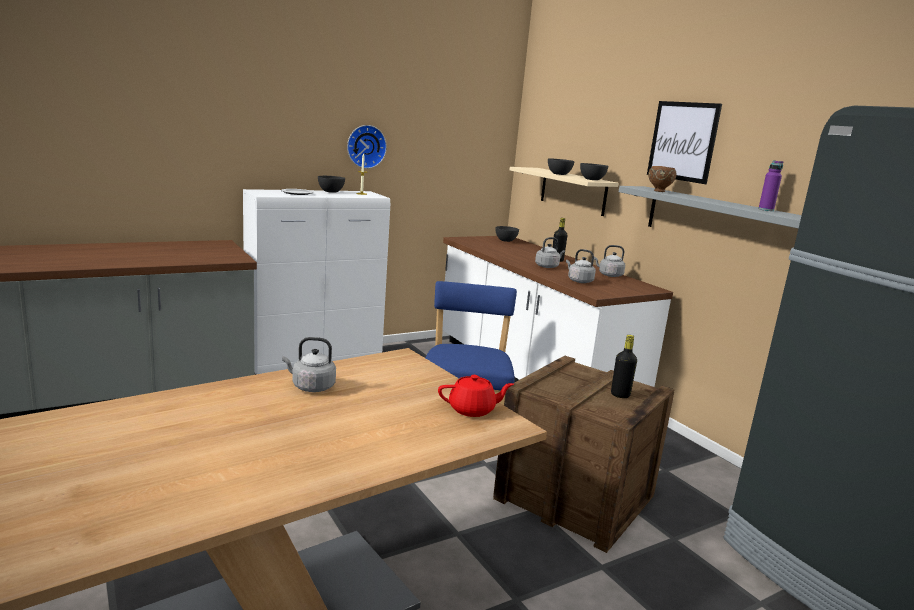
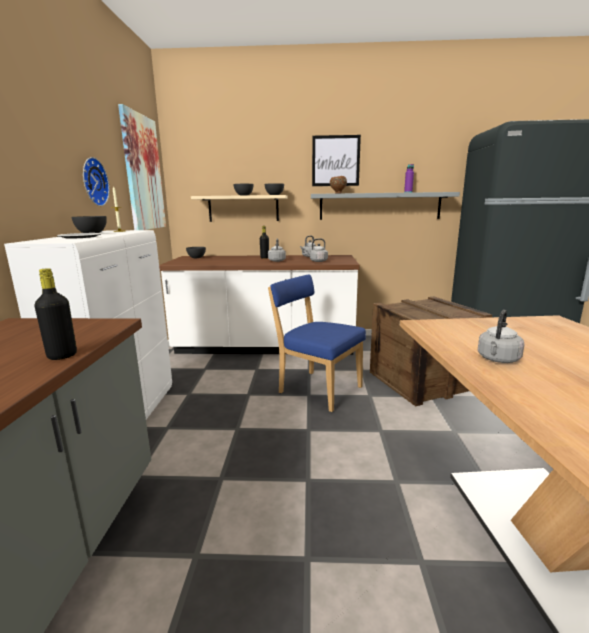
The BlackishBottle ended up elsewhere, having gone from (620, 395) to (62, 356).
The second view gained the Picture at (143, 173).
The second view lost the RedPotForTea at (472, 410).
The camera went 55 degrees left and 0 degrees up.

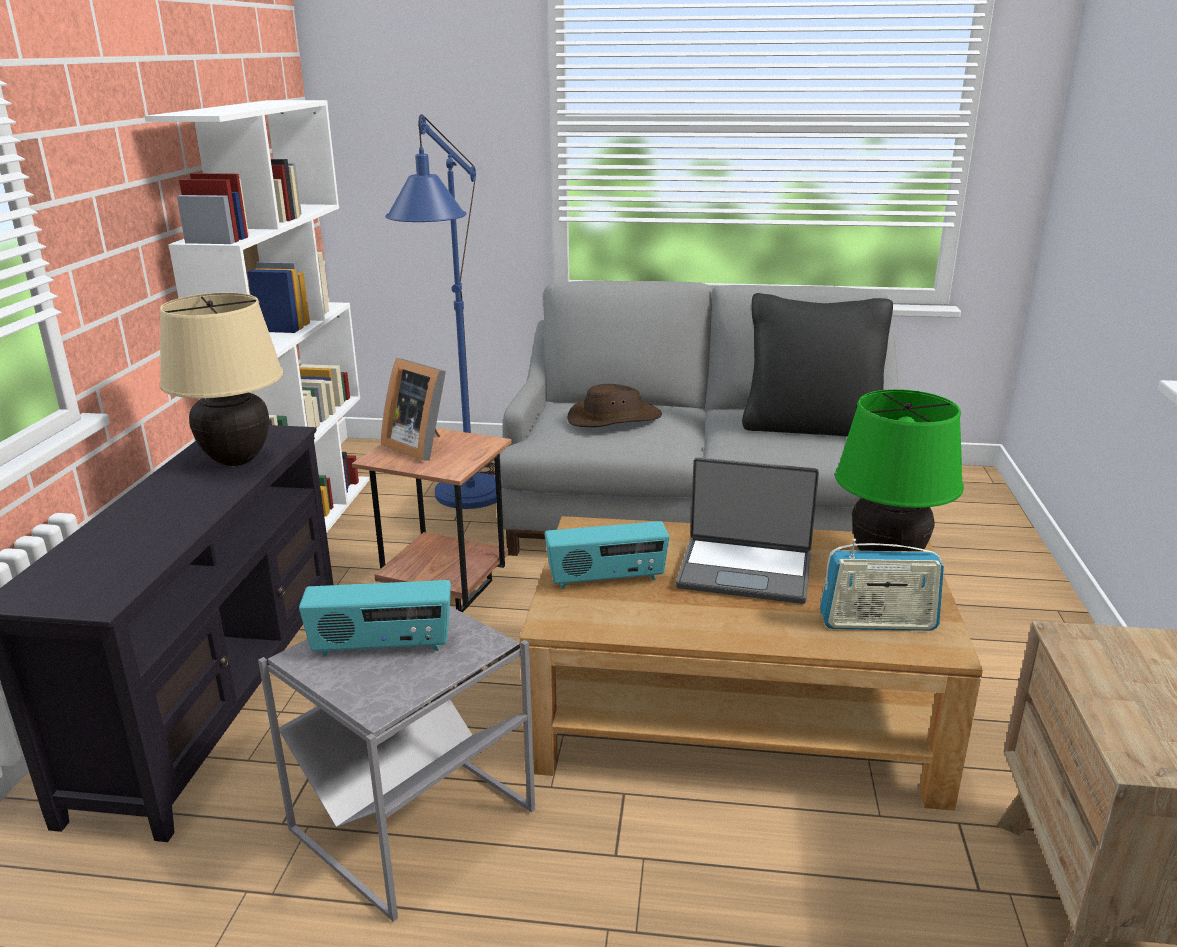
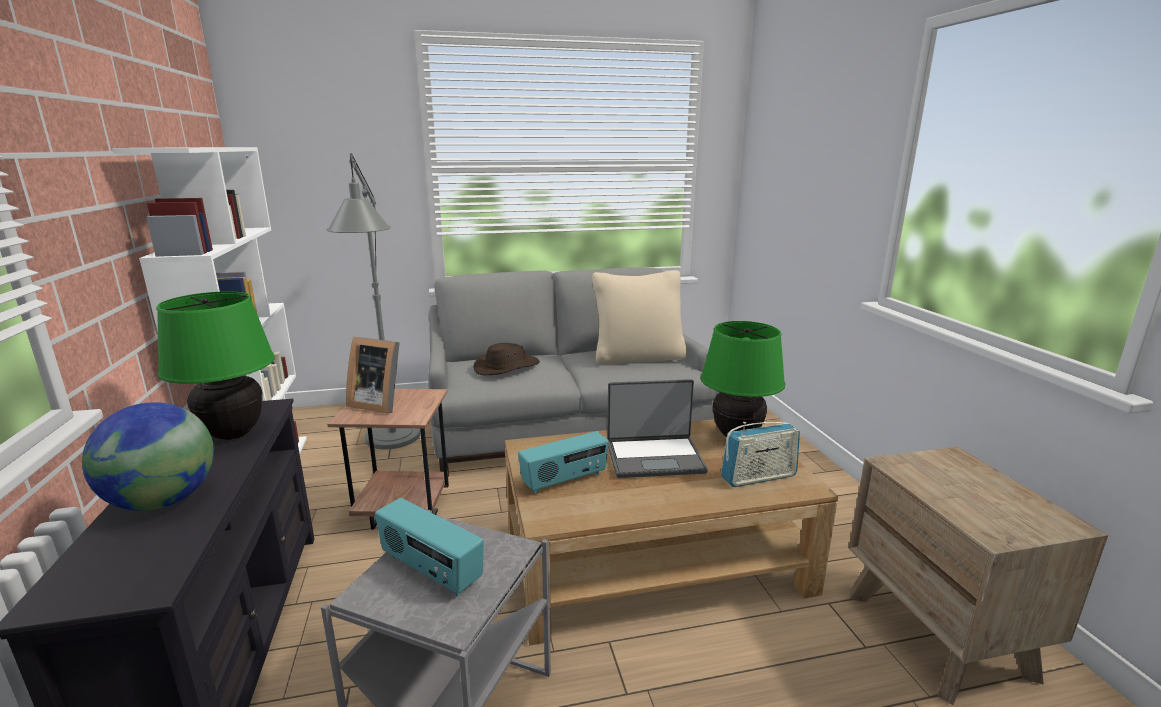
The second view gained the Globe at (163, 501).
What was the BeigeTableLamp at (236, 460) turned into the GreenColouredTableLamp at (233, 434).
What was the BluishStandardLamp at (465, 502) turned into the GrayStandardLamp at (391, 444).
The RadioReceiver at (382, 647) ended up facing another way, 60 degrees clockwise from before.
What was the BlackishThrowPillow at (811, 426) turned into the BeigeThrowPillow at (638, 357).
The camera went 20 degrees left and 5 degrees down.

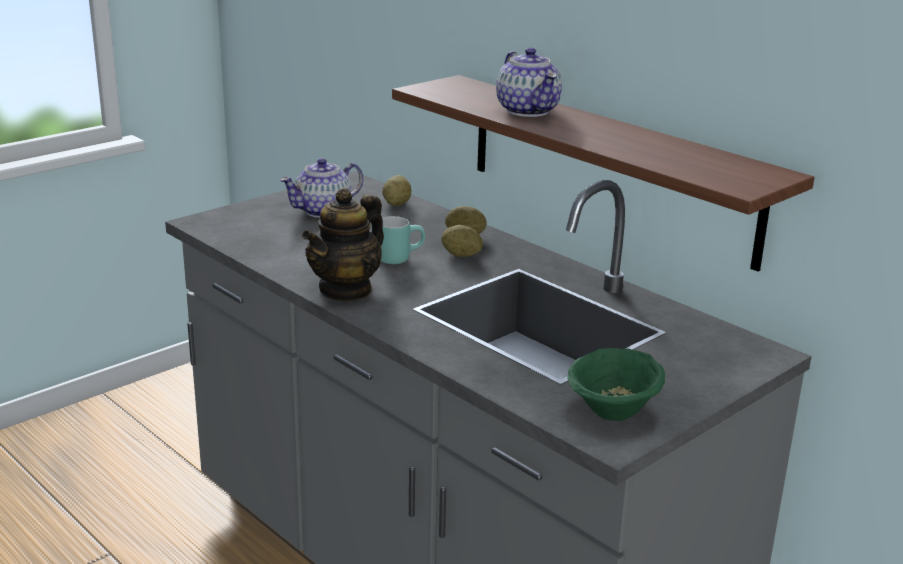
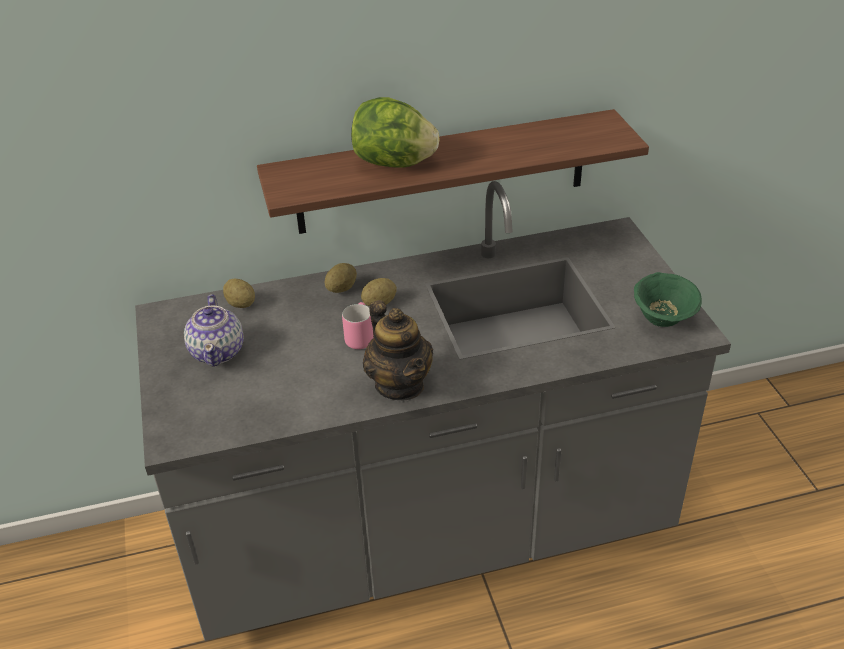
What was the TurquoiseColouredMug at (399, 257) turned into the PinkColouredMug at (358, 337).
Where the PotForTea stood at (528, 110), the HeadOfLettuce came to stand at (394, 163).
The camera went 60 degrees left and 15 degrees up.

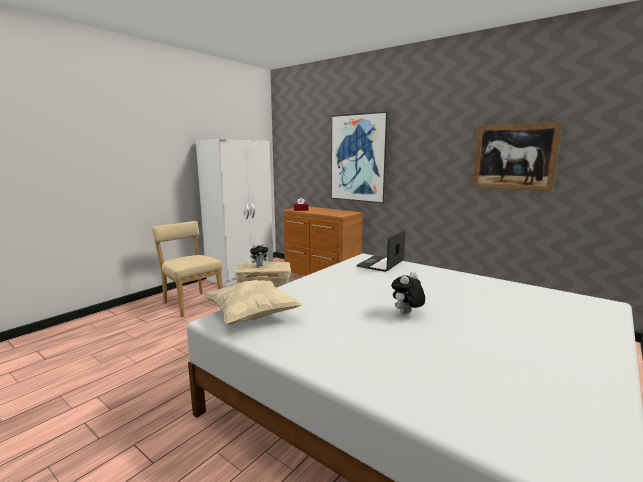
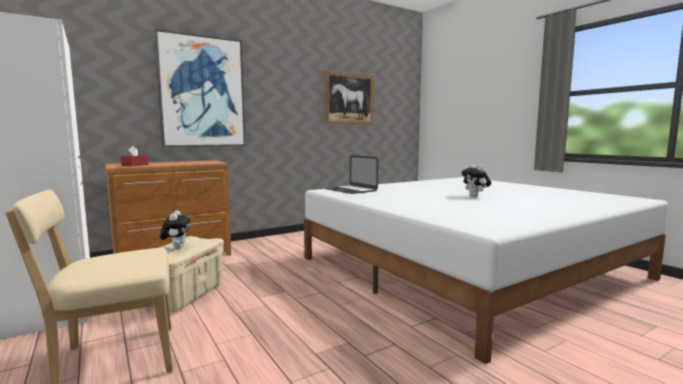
The second view lost the BeigeThrowPillow at (252, 316).
The camera went 70 degrees left and 5 degrees down.

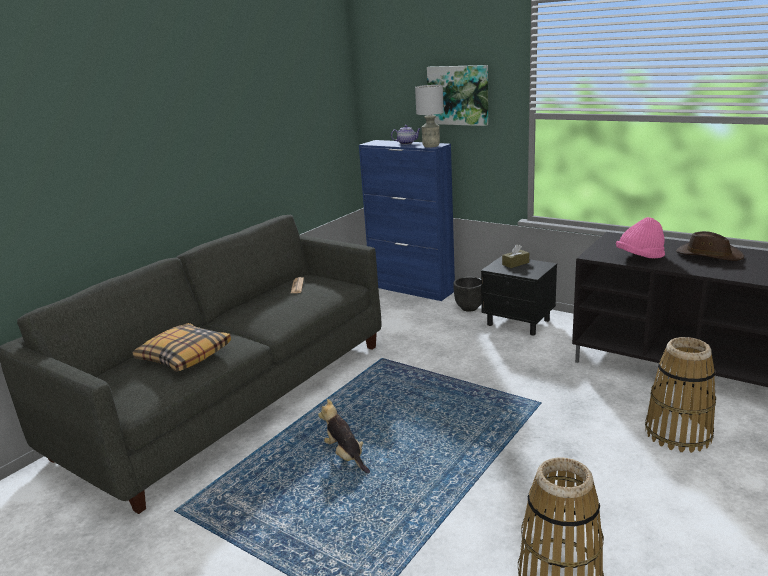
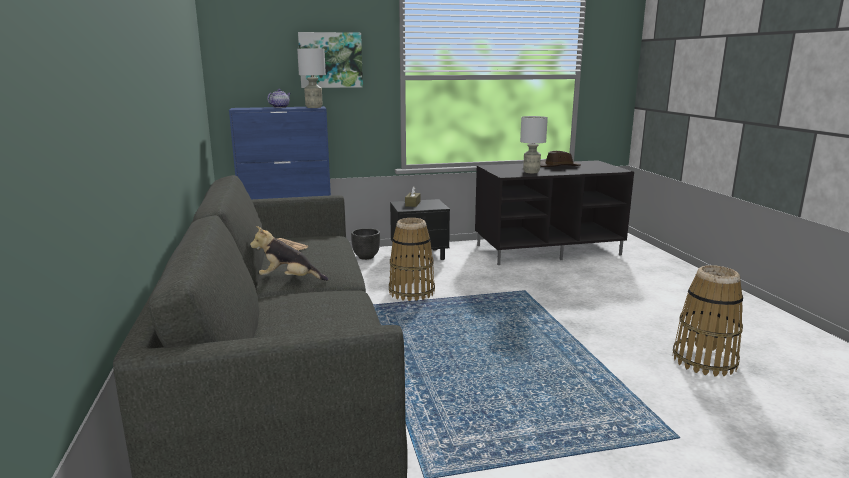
The SoftToy ended up elsewhere, having gone from (346, 456) to (289, 280).
The Basket ended up elsewhere, having gone from (678, 433) to (412, 292).
Where the PinkColouredWearableHat stood at (639, 257), the GrayTableLamp came to stand at (531, 172).
The second view lost the ThrowPillow at (184, 356).
The camera went 50 degrees left and 5 degrees down.

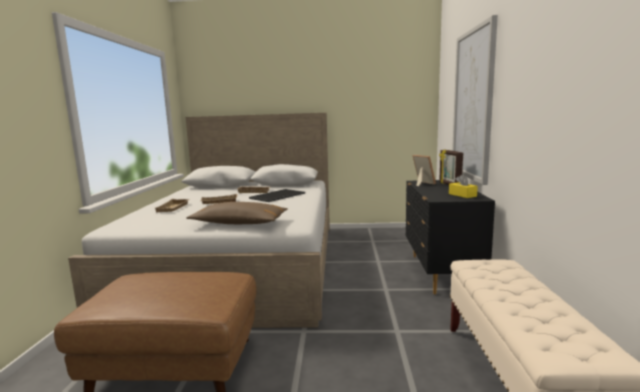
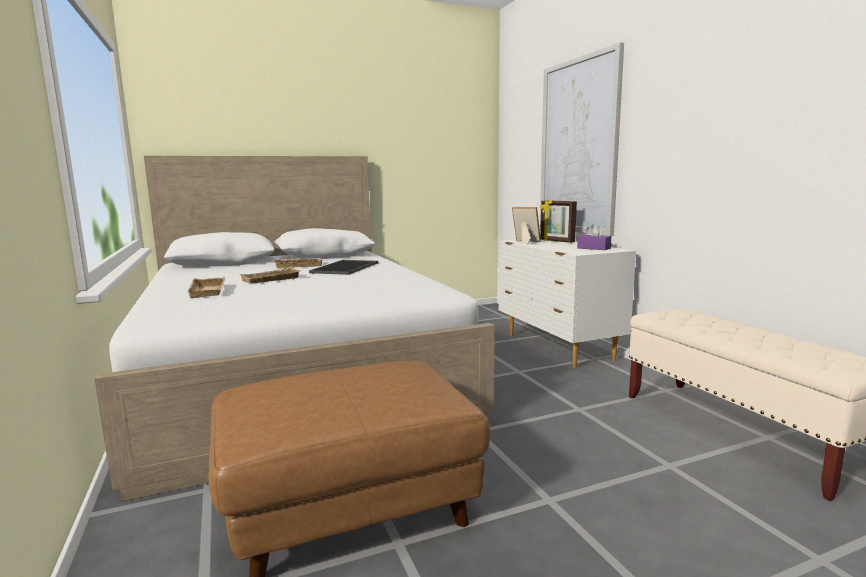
What was the BlackishDrawerChest at (441, 273) turned into the WhiteColouredDrawerChest at (558, 347).
What was the YellowColouredTissueHolder at (462, 195) turned into the PurplishTissueHolder at (593, 248).
The second view lost the BrownThrowPillow at (239, 223).
The camera went 25 degrees left and 0 degrees up.

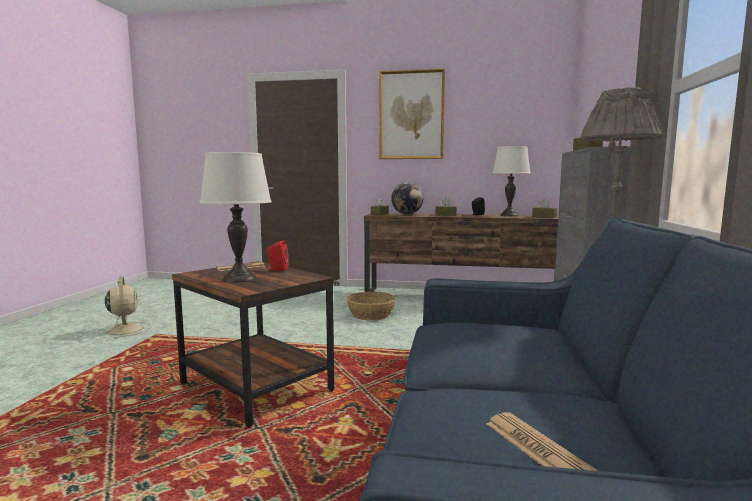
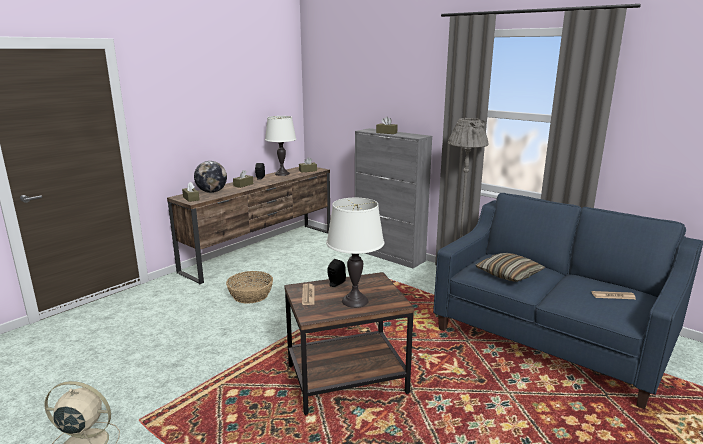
What was the RedLoudspeaker at (277, 270) turned into the BlackishLoudspeaker at (335, 284).
The second view gained the ThrowPillow at (508, 274).
The second view lost the Picture at (411, 115).
The camera went 60 degrees left and 10 degrees up.

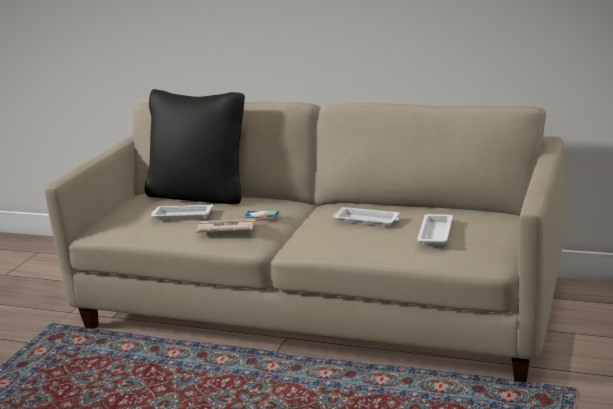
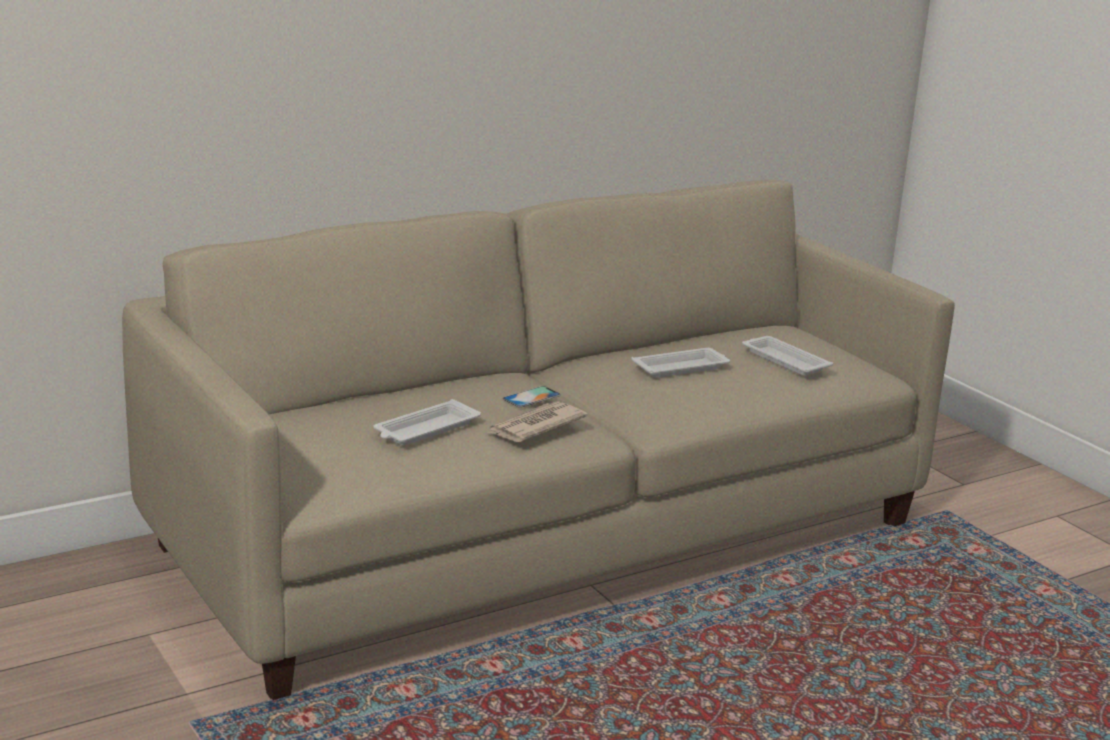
The second view lost the BlackishThrowPillow at (200, 194).
The camera went 55 degrees left and 0 degrees up.

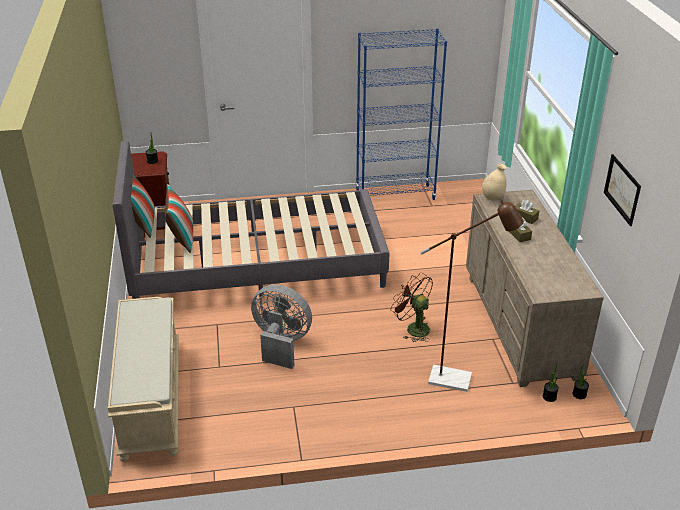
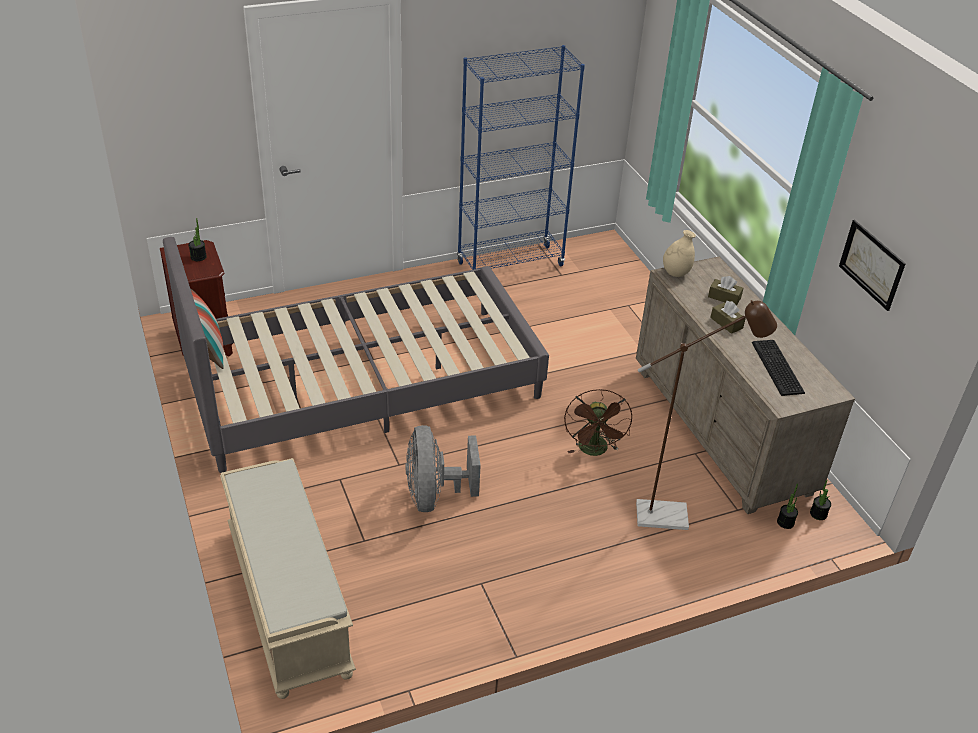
The GrayFan at (281, 343) ended up facing another way, 105 degrees counterclockwise from before.
The BrownFan at (413, 328) ended up facing another way, 120 degrees counterclockwise from before.
The second view gained the ComputerKeyboard at (776, 368).
The second view lost the ThrowPillow at (181, 239).
The camera went 15 degrees left and 5 degrees up.

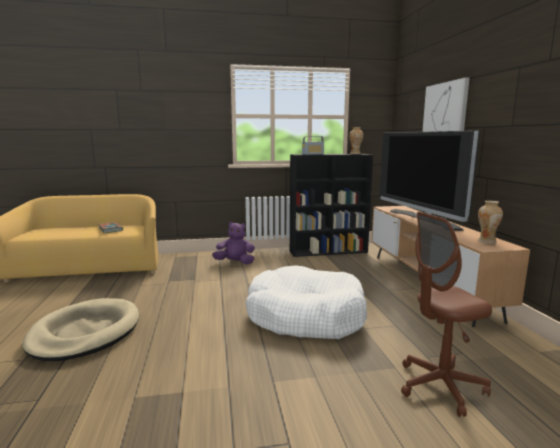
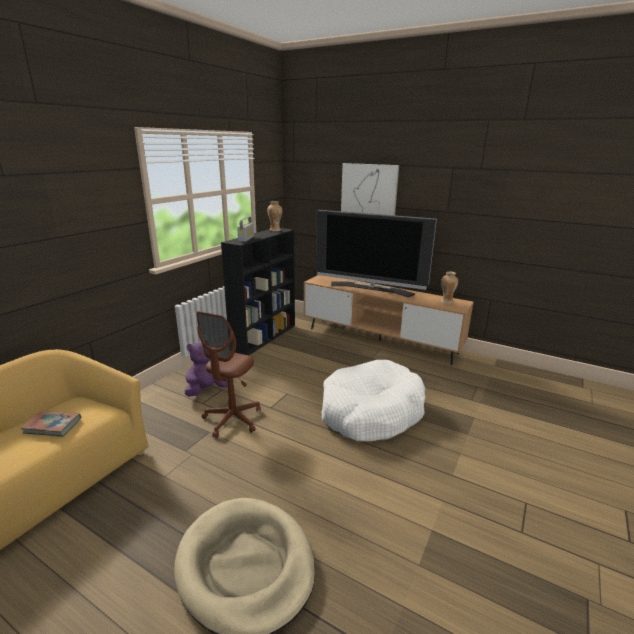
The BrownComputerChair ended up elsewhere, having gone from (440, 386) to (232, 420).
The camera went 50 degrees left and 10 degrees up.

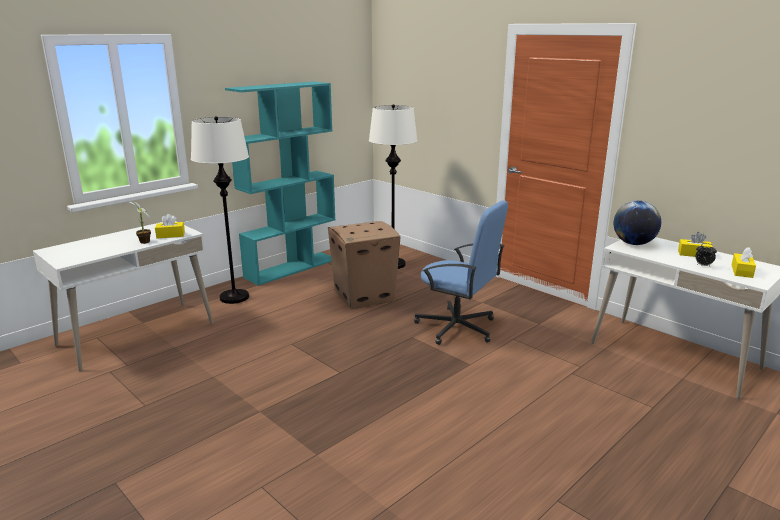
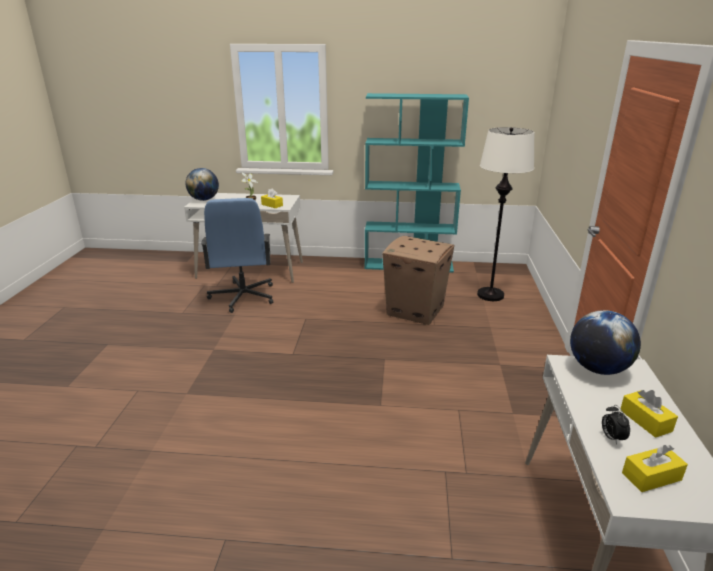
The second view gained the Globe at (204, 199).
The BluishComputerChair ended up elsewhere, having gone from (457, 327) to (243, 297).
The second view lost the WhiteColouredStandardLamp at (234, 297).
The camera went 50 degrees right and 5 degrees up.

